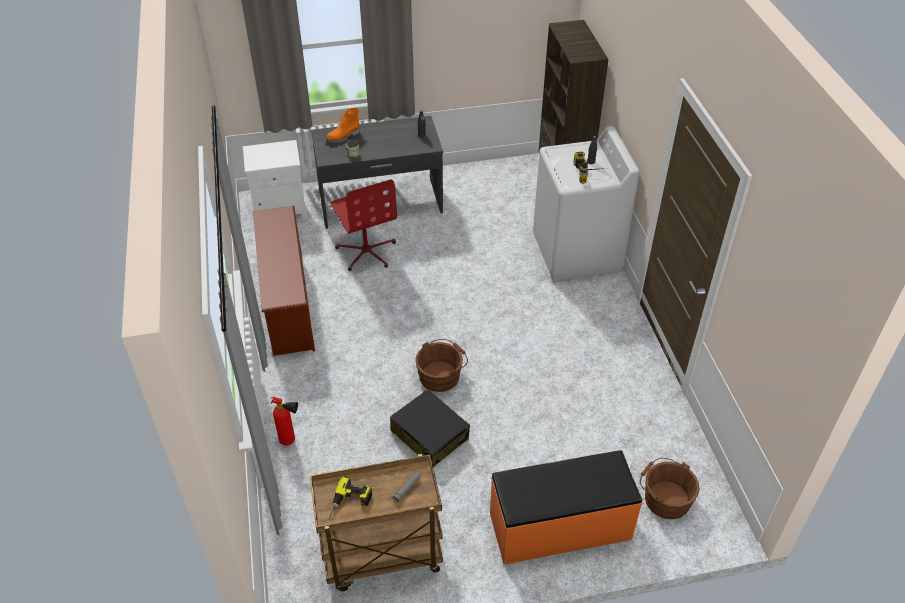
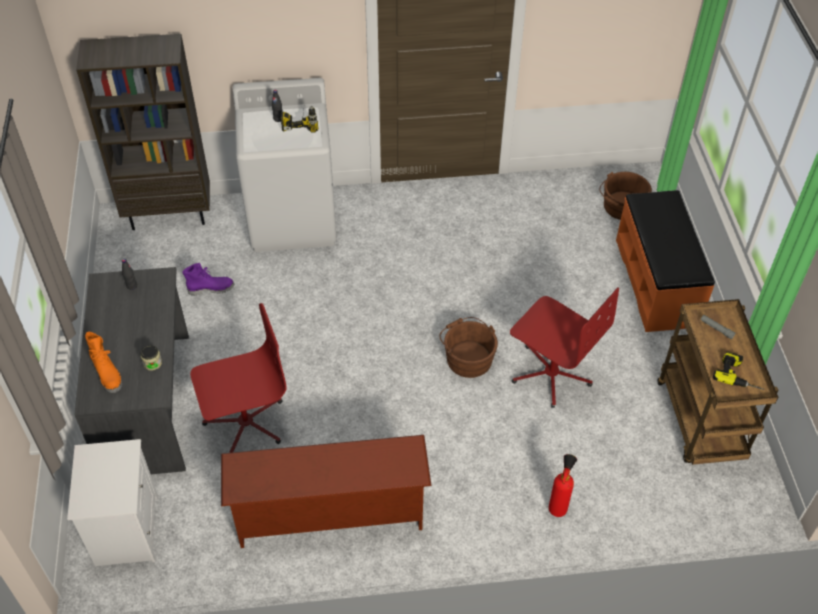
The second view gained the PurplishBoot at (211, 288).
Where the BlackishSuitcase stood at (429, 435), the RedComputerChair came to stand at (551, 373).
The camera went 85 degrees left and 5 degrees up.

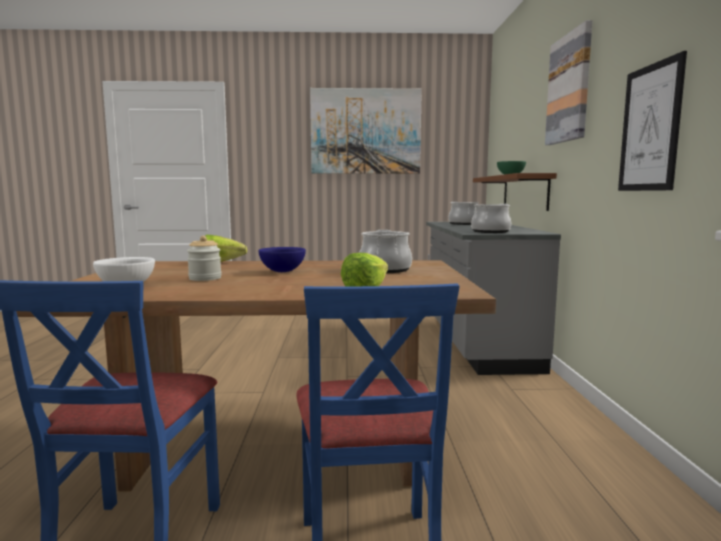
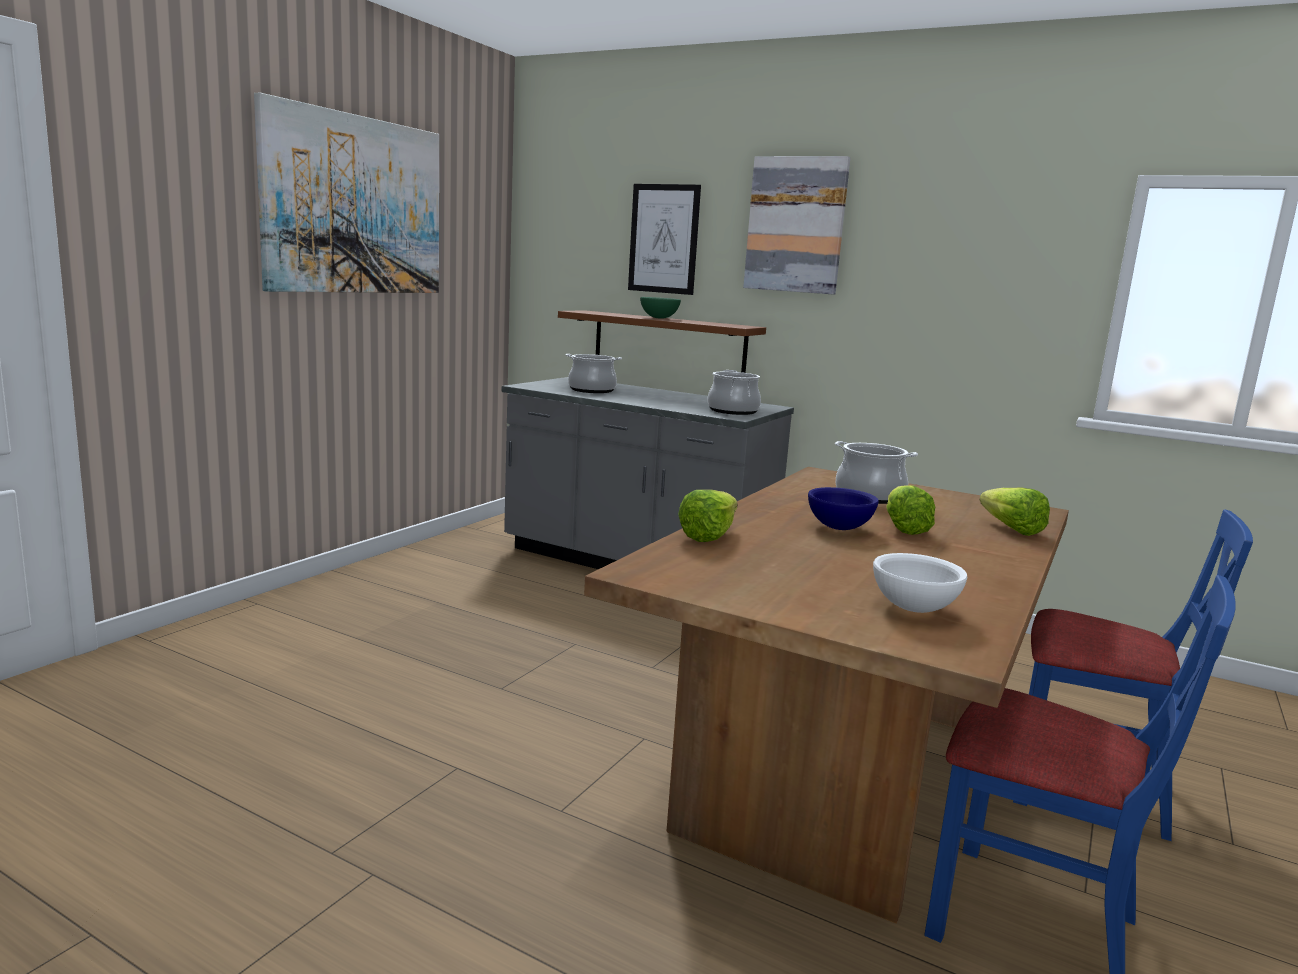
The Picture ended up elsewhere, having gone from (650, 128) to (663, 239).
The second view gained the HeadOfLettuce at (904, 526).
The second view lost the PreserveJar at (205, 278).
The camera went 60 degrees left and 5 degrees up.

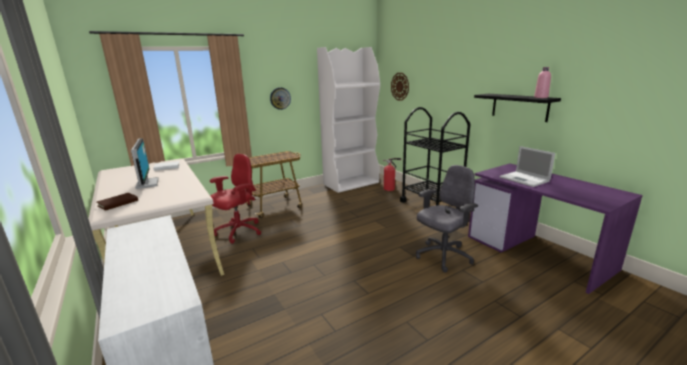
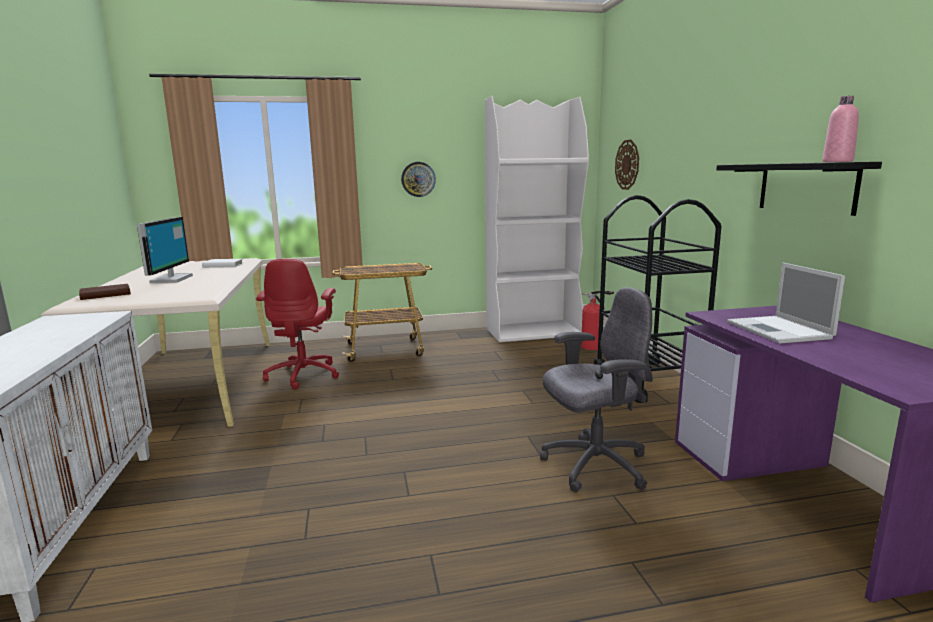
The RedComputerChair at (238, 232) ended up facing another way, 120 degrees clockwise from before.
The camera went 20 degrees right and 5 degrees down.

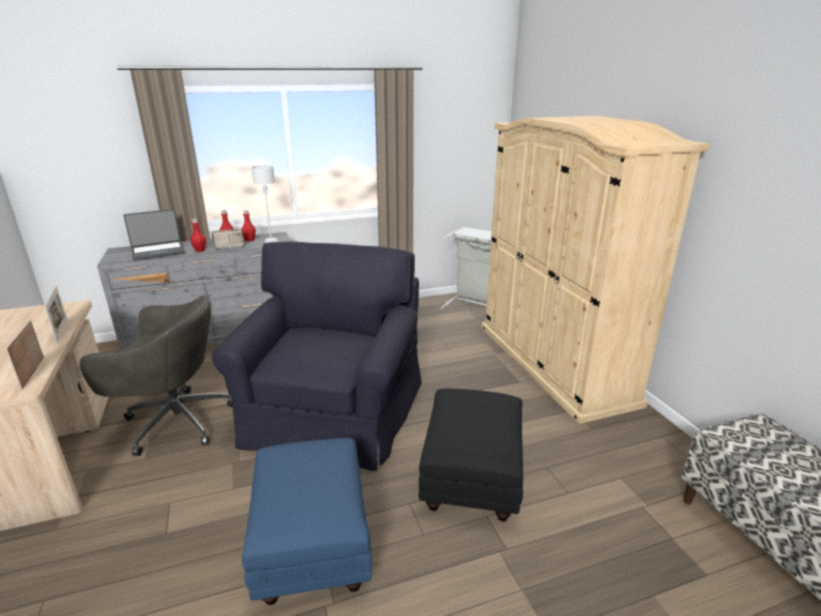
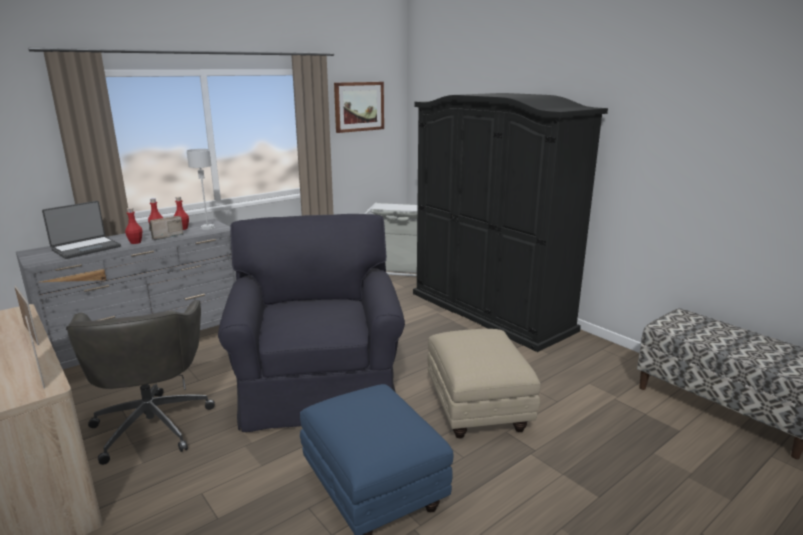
The GrayComputerChair at (175, 421) ended up facing another way, 90 degrees clockwise from before.
The second view gained the Picture at (359, 106).
What was the BeigeArmoire at (553, 362) turned into the BlackishArmoire at (490, 311).
What was the BlackishOttoman at (471, 480) turned into the BeigeOttoman at (478, 410).
The camera went 20 degrees left and 5 degrees down.

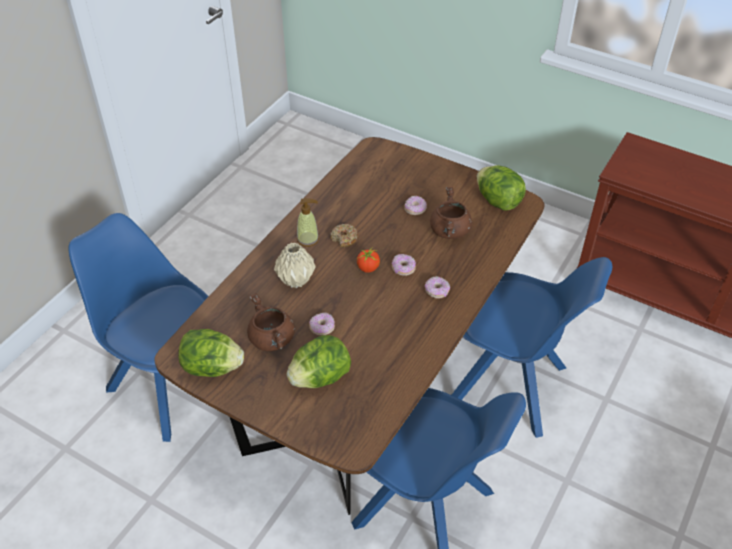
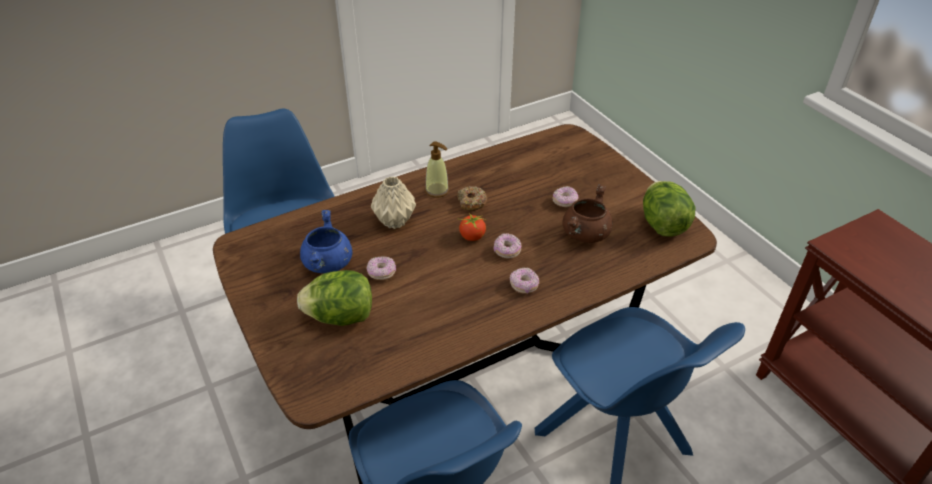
What was the BrownStockpot at (272, 339) turned into the BluishStockpot at (328, 264).
The second view lost the HeadOfLettuce at (212, 367).
The camera went 30 degrees right and 5 degrees down.

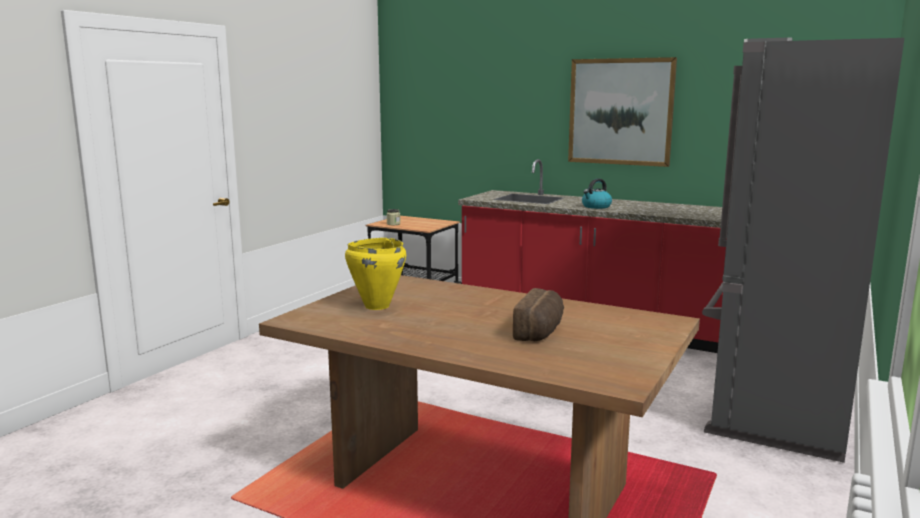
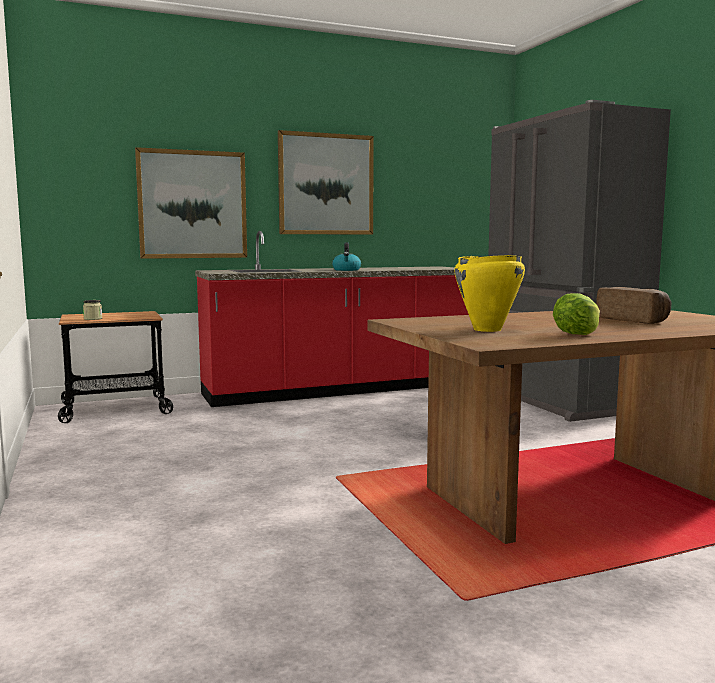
The second view gained the Picture at (192, 204).
The second view gained the HeadOfLettuce at (576, 334).
The camera went 50 degrees left and 5 degrees down.

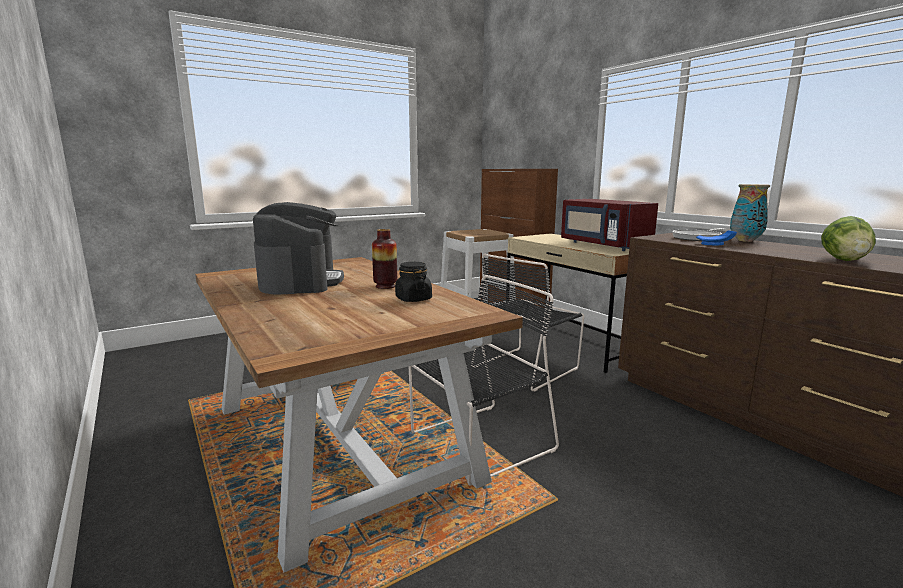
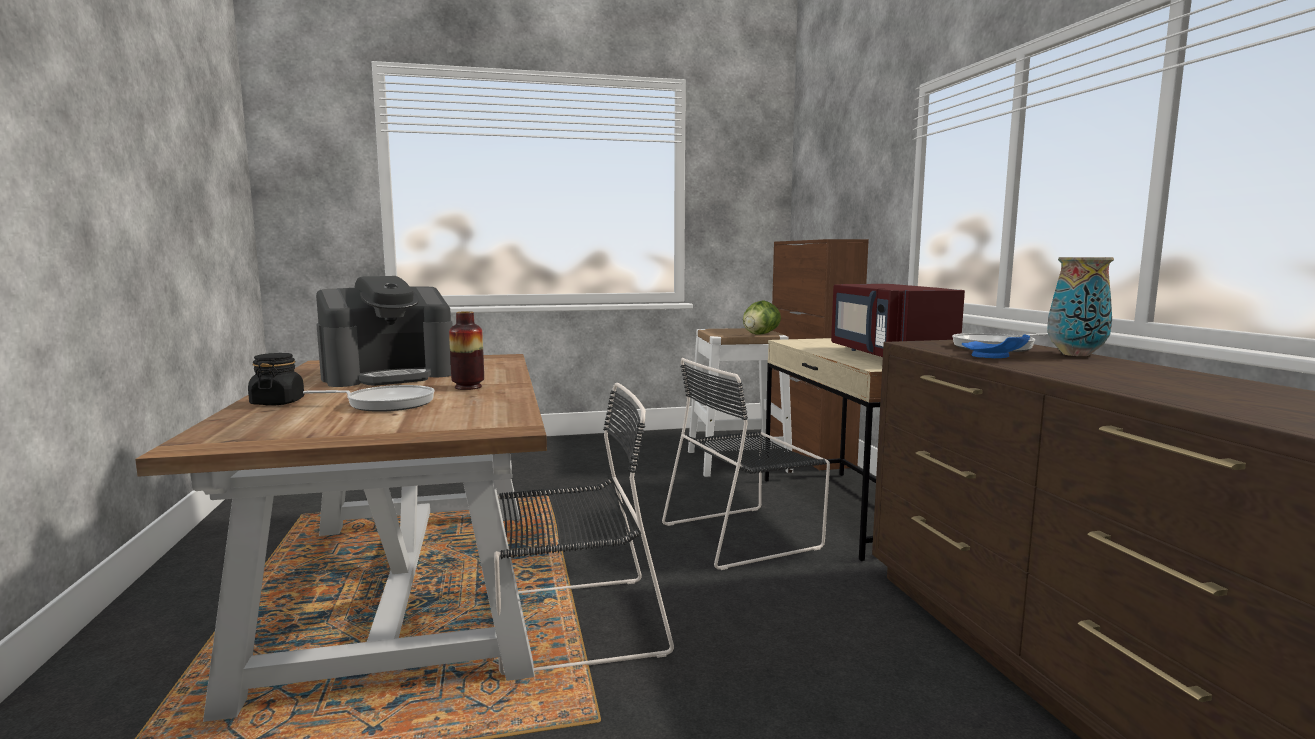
The BlackishPreserveJar ended up elsewhere, having gone from (413, 299) to (277, 402).
The second view gained the Pan at (385, 403).
The CoffeeMachine at (301, 282) ended up facing another way, 45 degrees clockwise from before.
The HeadOfLettuce ended up elsewhere, having gone from (844, 260) to (760, 334).
The camera went 20 degrees right and 5 degrees down.

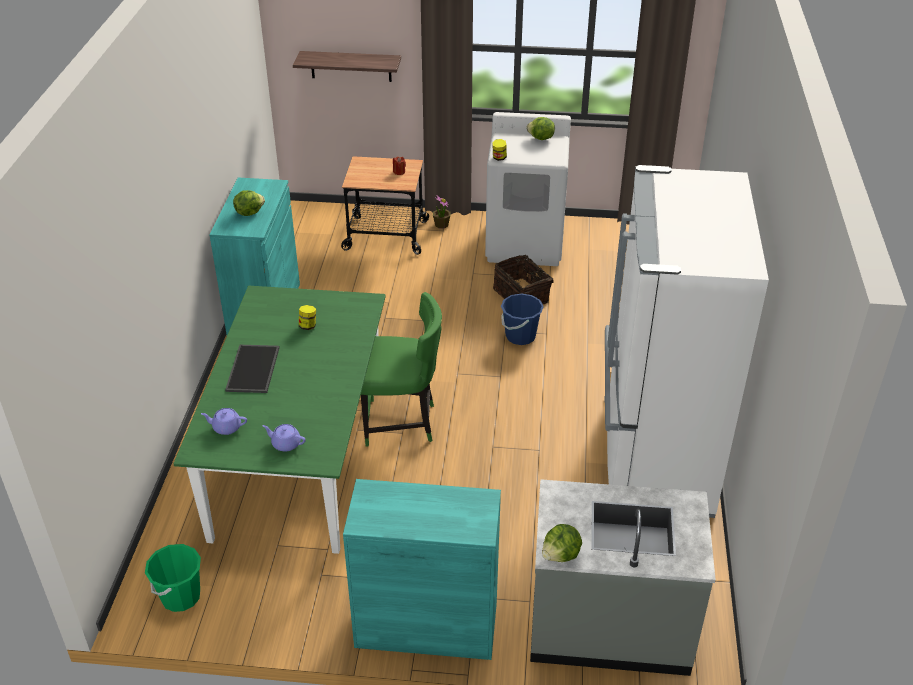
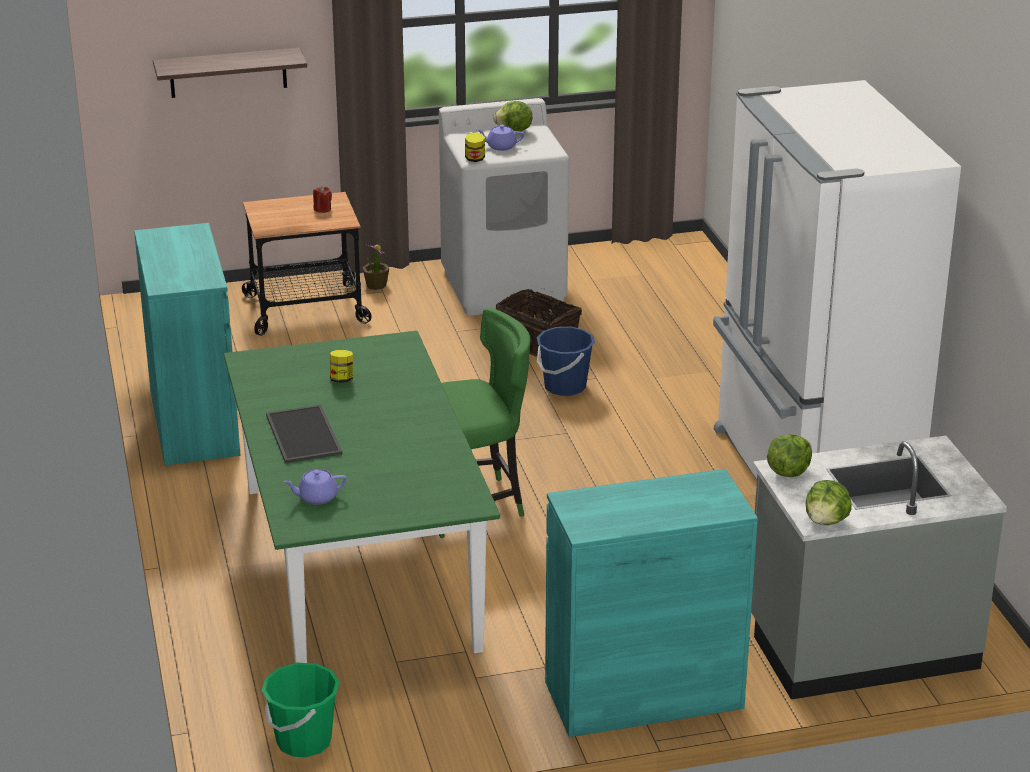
The PurplishPotForTea ended up elsewhere, having gone from (285, 444) to (500, 147).
The HeadOfLettuce ended up elsewhere, having gone from (249, 212) to (788, 471).
The camera went 20 degrees left and 10 degrees down.

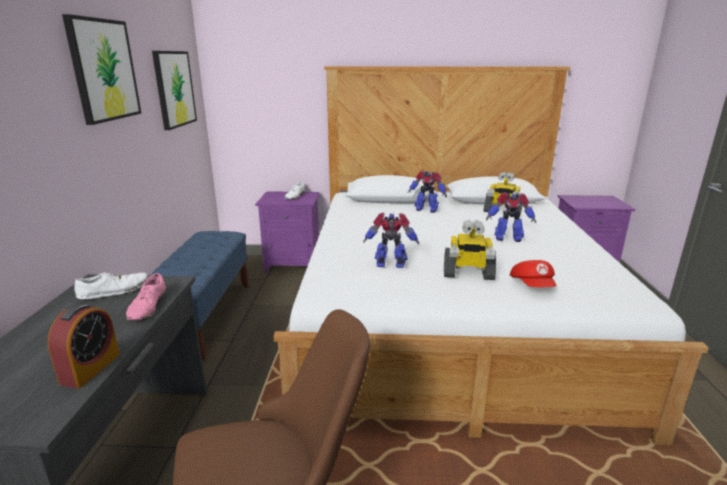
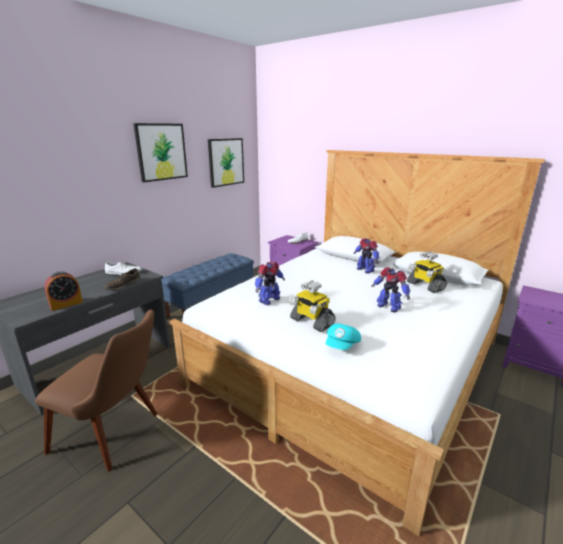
What was the PinkColouredLowShoe at (148, 306) turned into the BrownLowShoe at (123, 284).
The ToyRobot at (391, 265) ended up facing another way, 90 degrees clockwise from before.
What was the RedPeakedCap at (532, 286) turned into the TurquoiseColouredPeakedCap at (342, 346).
The camera went 35 degrees right and 0 degrees up.

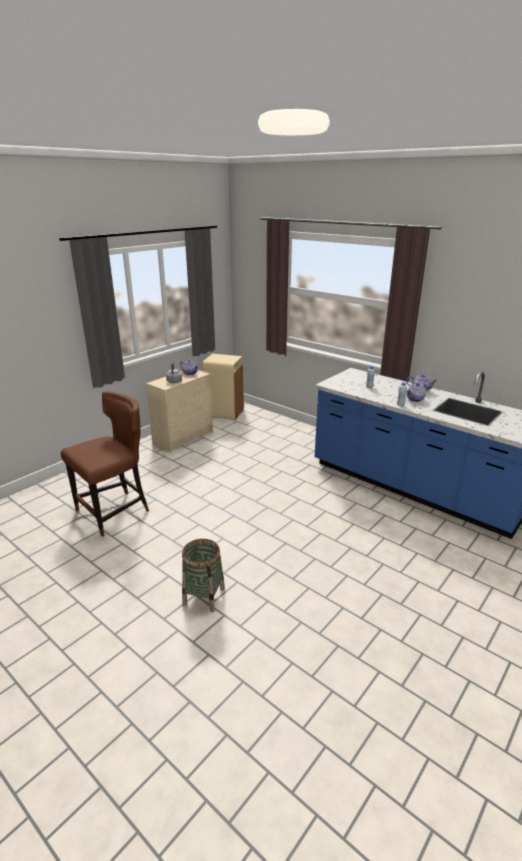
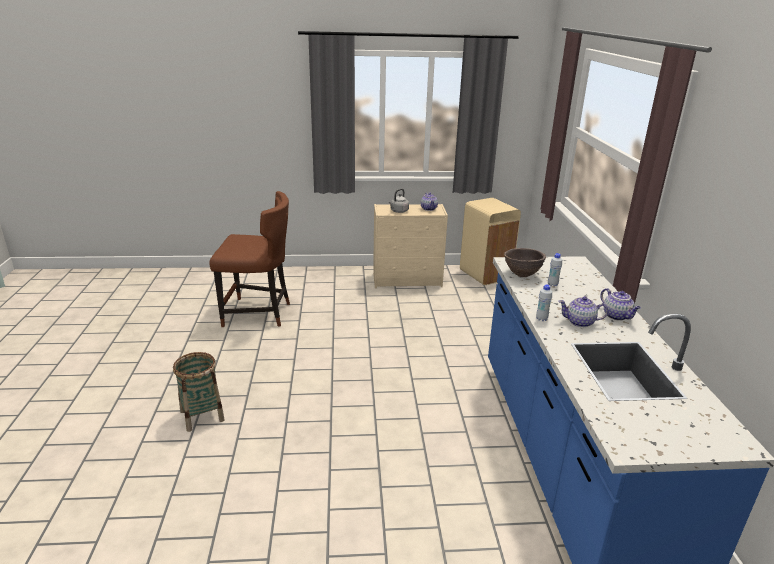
The second view gained the BrownDeepDish at (522, 275).
The camera went 45 degrees right and 0 degrees up.

